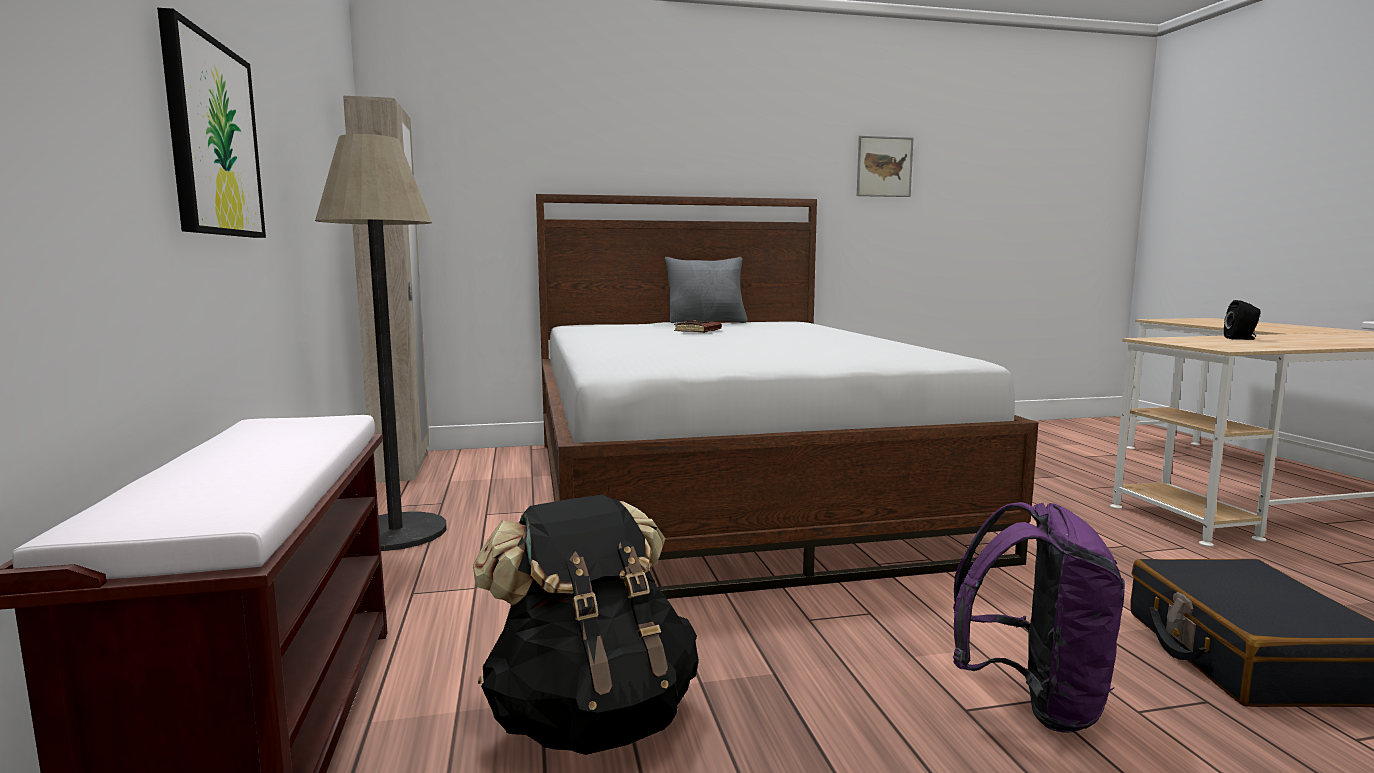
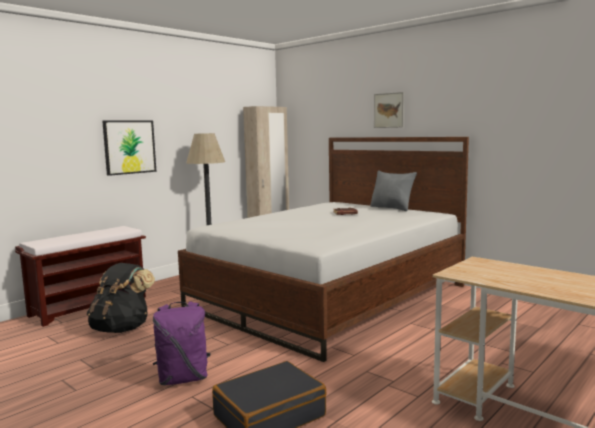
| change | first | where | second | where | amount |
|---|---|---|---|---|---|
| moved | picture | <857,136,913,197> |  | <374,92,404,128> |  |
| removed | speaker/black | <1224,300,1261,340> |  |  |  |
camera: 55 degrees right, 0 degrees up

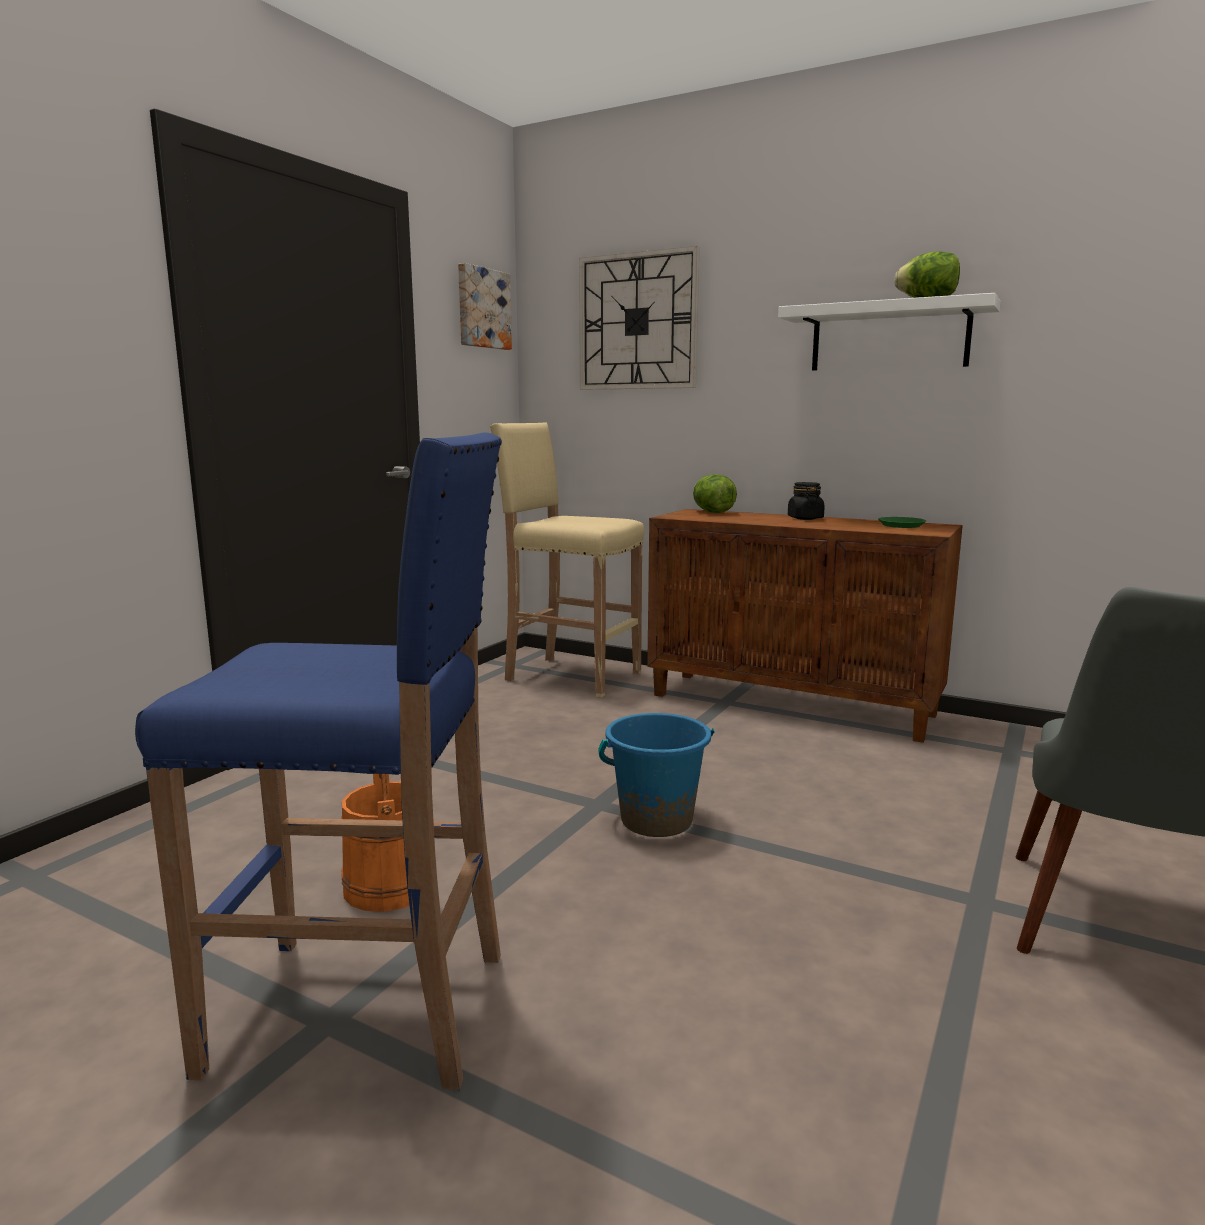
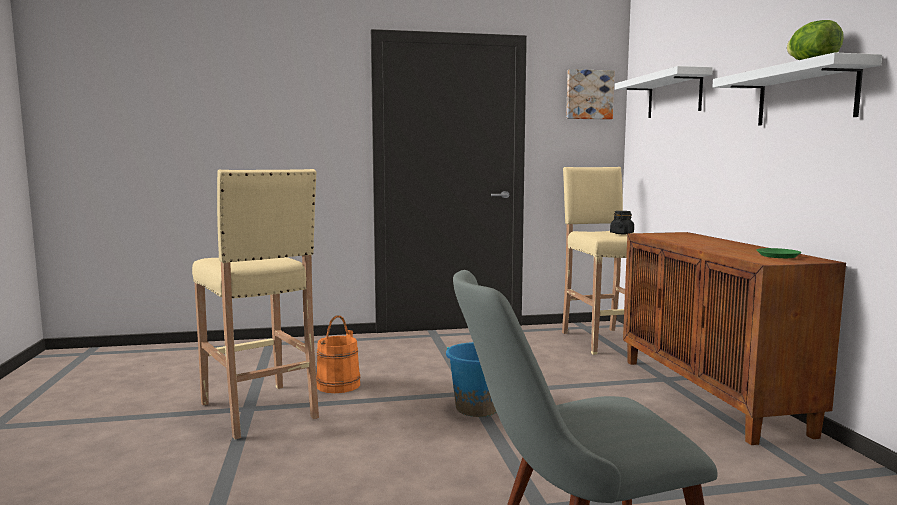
| change | first | where | second | where | amount |
|---|---|---|---|---|---|
| recoloured | stool/blue | <135,433,502,1090> | stool/beige | <192,169,319,439> |  |
| replaced | wall clock | <579,246,699,390> | shelf/white | <615,66,713,118> |  |
| removed | lettuce | <693,474,737,513> |  |  |  |
| moved | jar/black | <788,482,824,520> |  | <610,211,634,234> |  |
camera: 50 degrees right, 5 degrees down

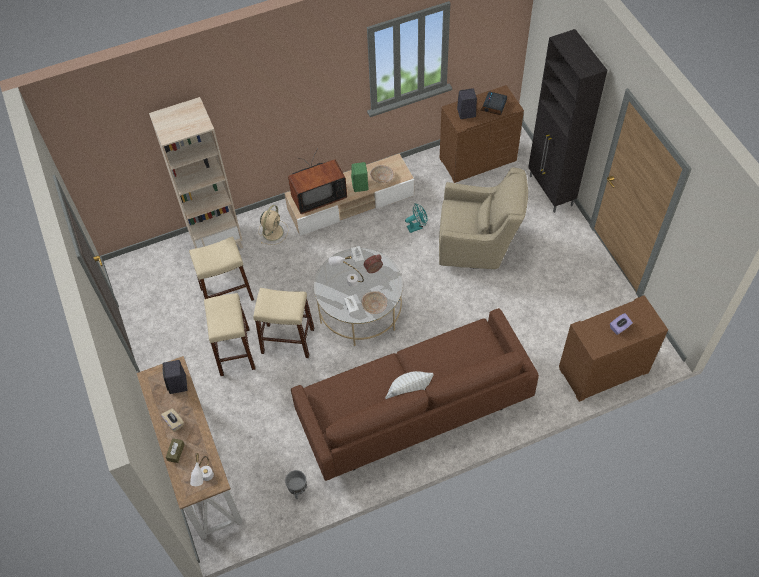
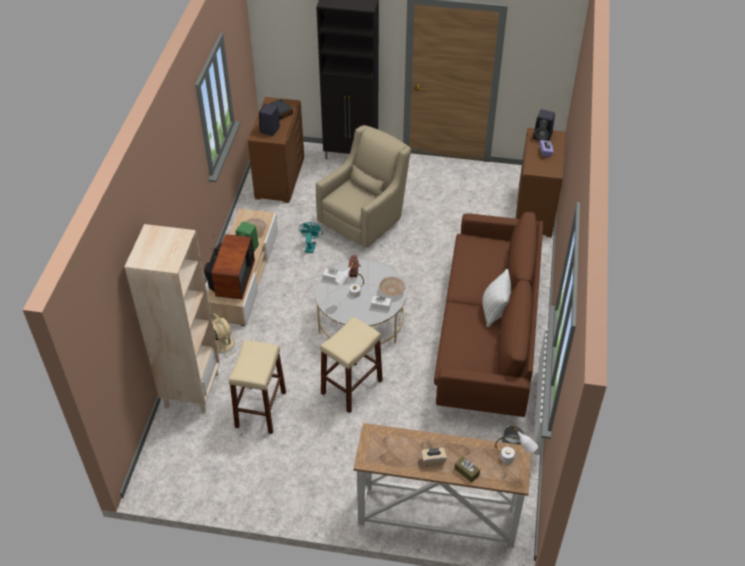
| change | first | where | second | where | amount |
|---|---|---|---|---|---|
| moved | speaker/black | <163,360,187,394> |  | <533,109,555,141> |  |
| removed | stool/beige | <204,293,256,376> |  |  |  |
camera: 60 degrees left, 10 degrees down

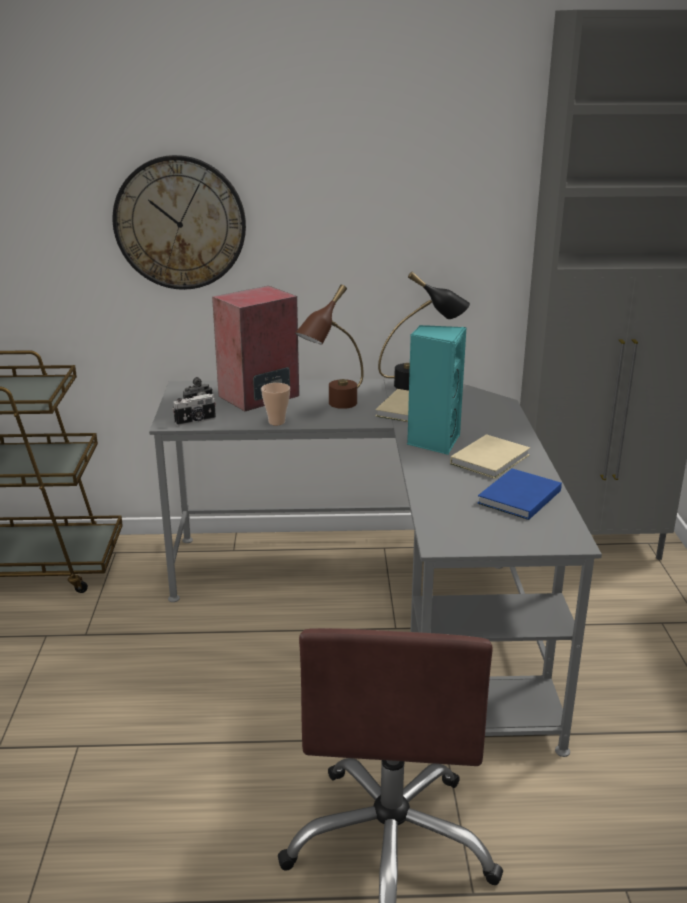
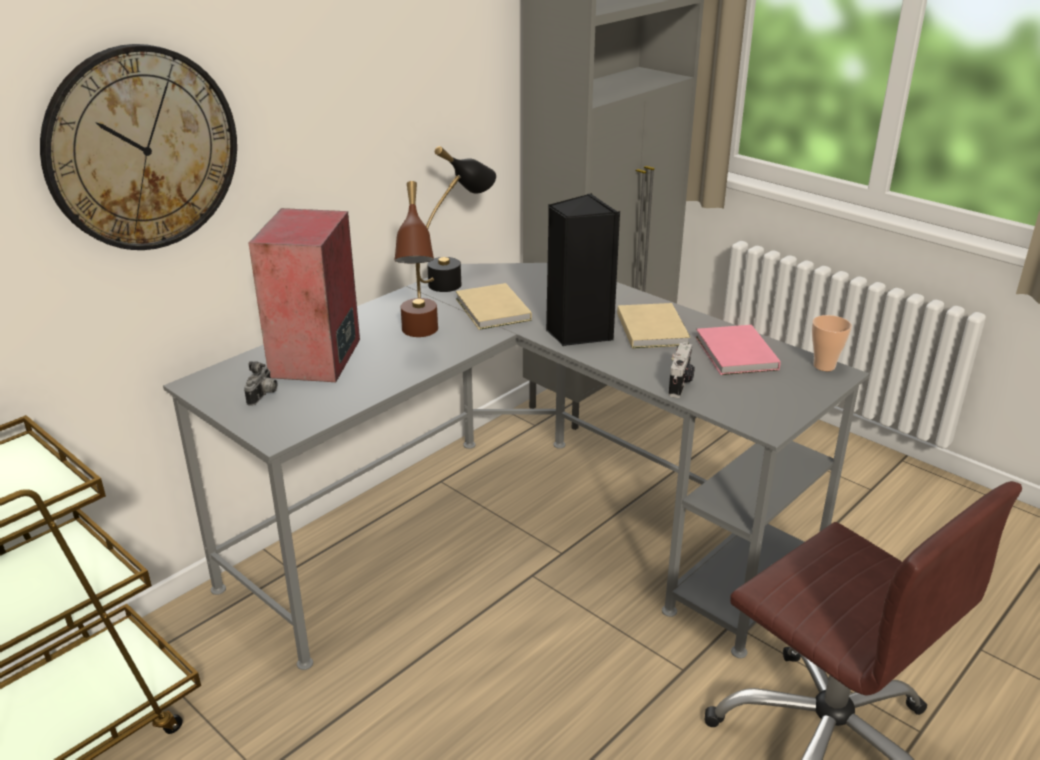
| change | first | where | second | where | amount |
|---|---|---|---|---|---|
| moved | photo camera | <173,394,216,426> |  | <668,342,695,398> |  |
| moved | cup | <261,383,290,425> |  | <812,315,852,371> |  |
| recoloured | speaker/turquoise | <407,325,467,455> | speaker/black | <546,193,620,346> |  |
| recoloured | book/blue | <477,468,562,520> | book/pink | <696,325,781,375> |  |
camera: 45 degrees left, 5 degrees up

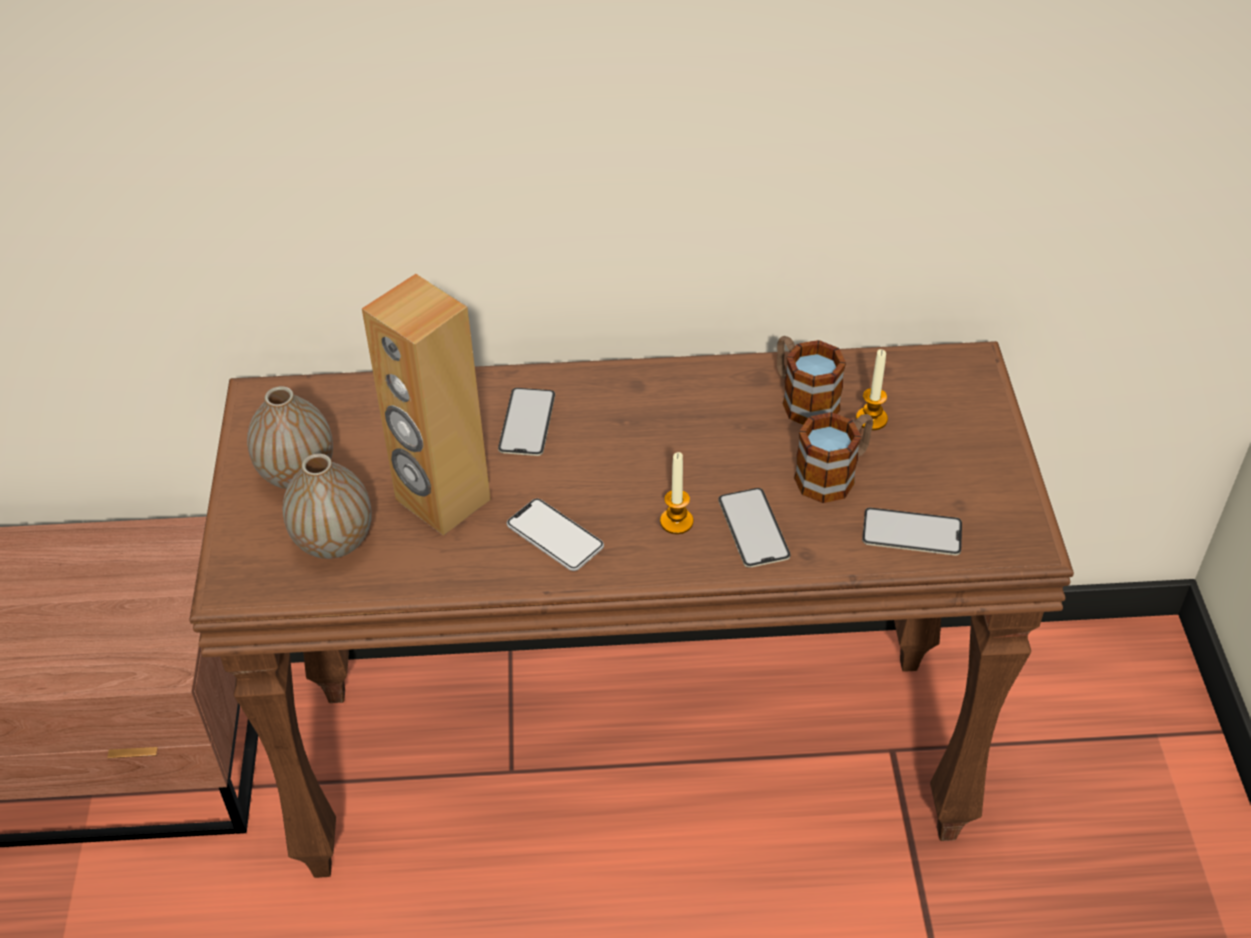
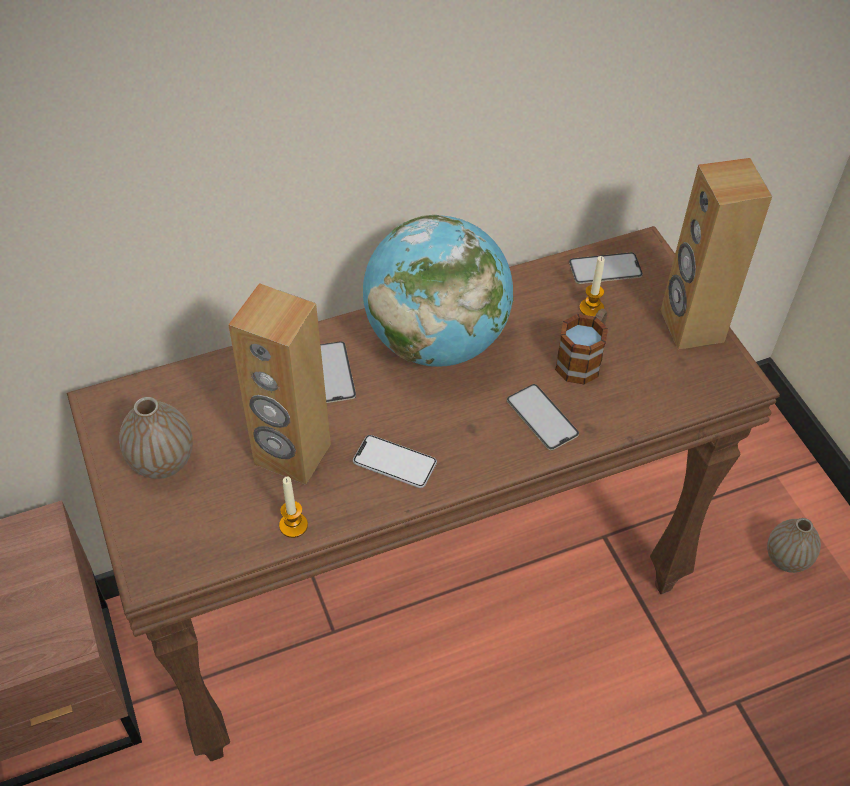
| change | first | where | second | where | amount |
|---|---|---|---|---|---|
| moved | vase | <283,454,372,559> |  | <767,518,821,573> |  |
| moved | candle | <660,452,693,534> |  | <279,477,308,538> |  |
| removed | mug | <777,336,846,425> |  |  |  |
| moved | phone | <862,508,962,556> |  | <569,252,643,284> |  |
| added |  |  | globe | <363,215,513,367> |  |
| added |  |  | speaker/brown | <660,158,772,350> |  |
camera: 20 degrees left, 5 degrees up

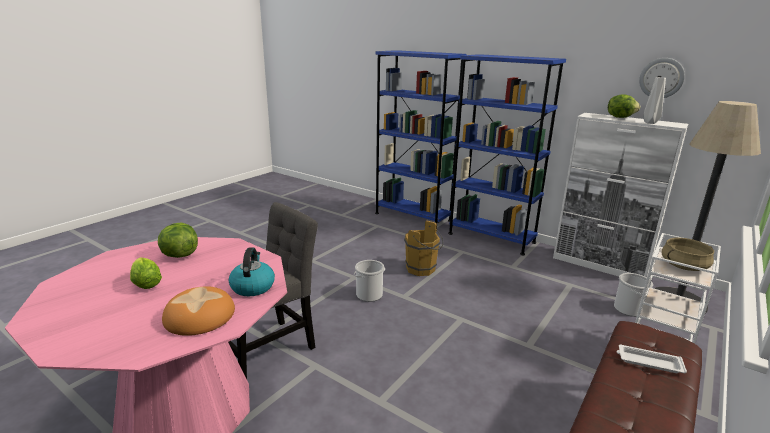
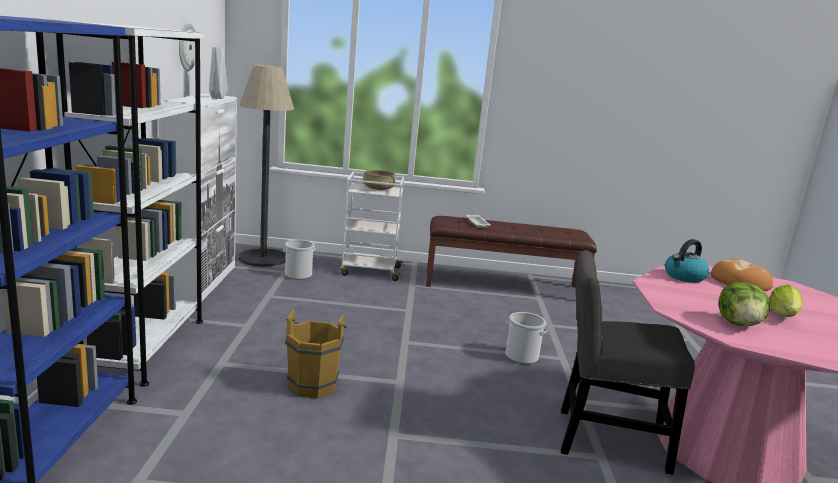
| change | first | where | second | where | amount |
|---|---|---|---|---|---|
| moved | bucket | <354,260,385,302> |  | <505,312,548,364> |  |
| recoloured | bookcase/blue | <448,54,566,255> | bookcase/white | <49,19,204,387> |  |
| removed | lettuce | <608,94,640,118> |  |  |  |
camera: 125 degrees left, 5 degrees down

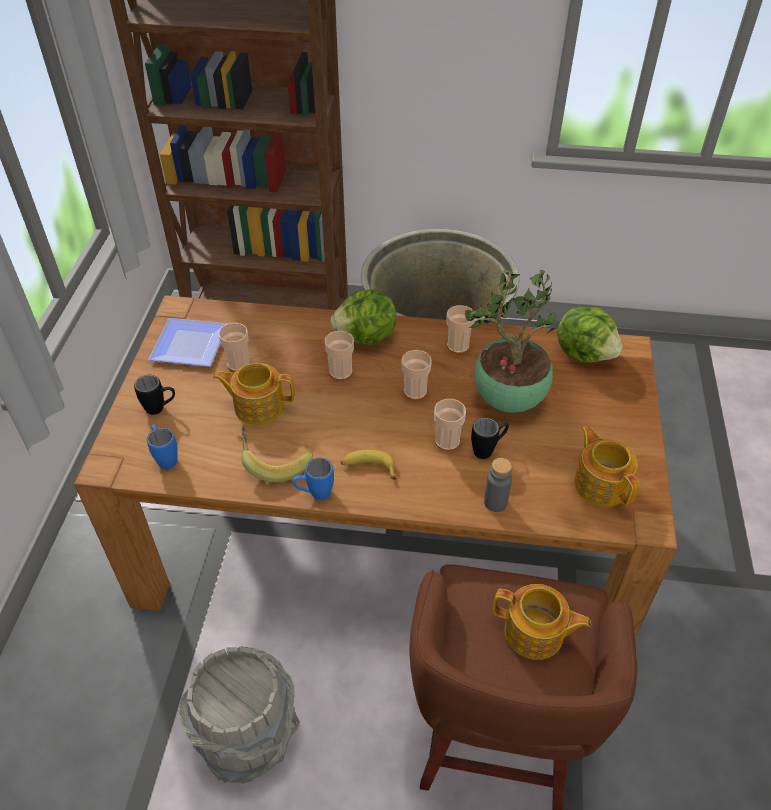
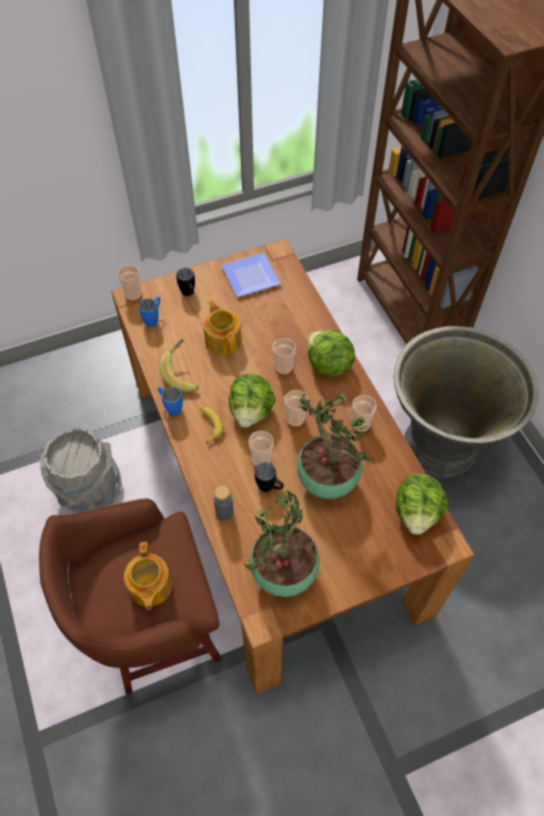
| change | first | where | second | where | amount |
|---|---|---|---|---|---|
| moved | cup | <219,323,250,372> |  | <117,265,142,301> |  |
| replaced | teapot | <575,426,639,507> | potted plant | <244,490,320,597> |  |
| added |  |  | lettuce | <229,374,276,427> |  |
camera: 60 degrees right, 10 degrees up

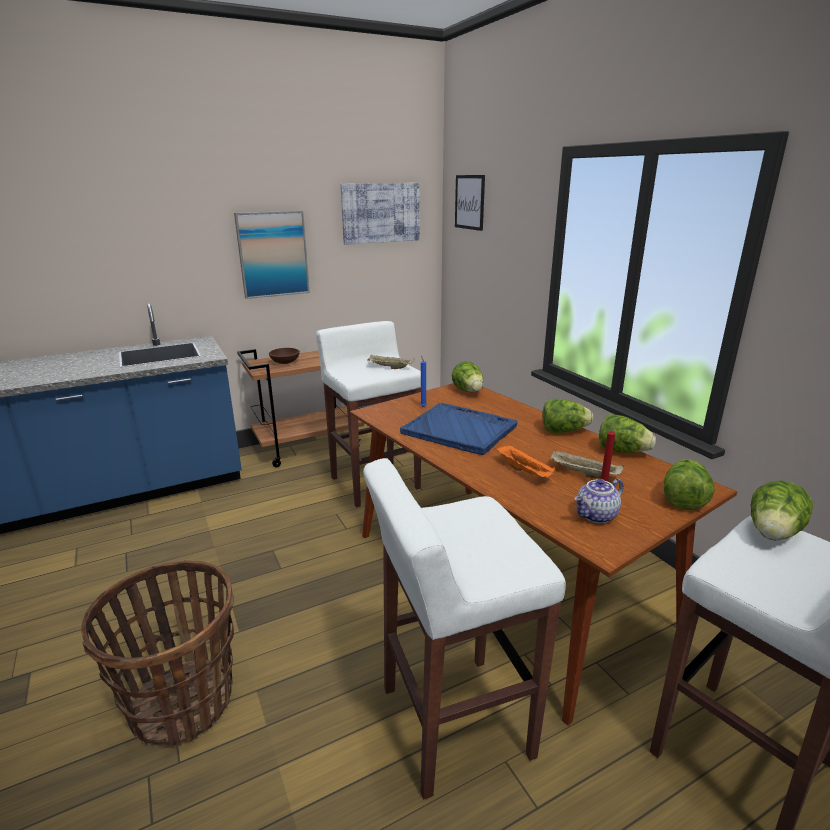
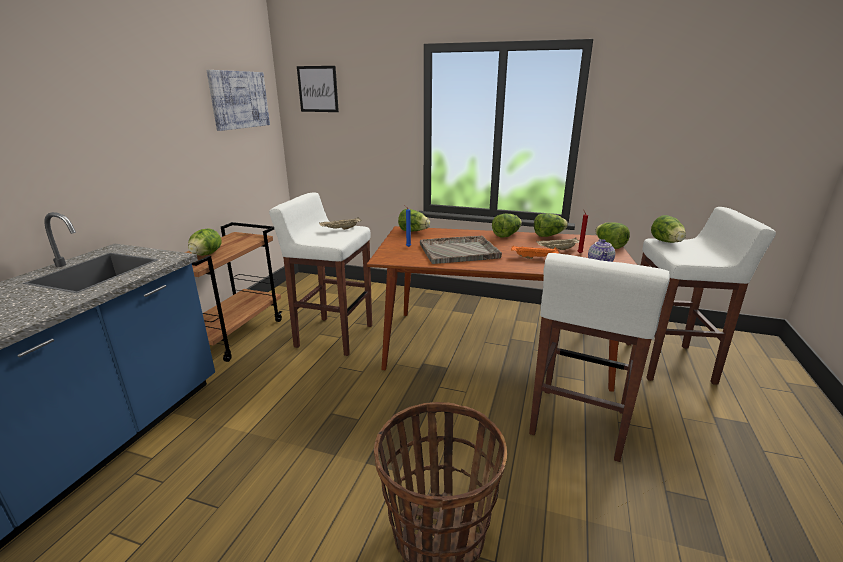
| change | first | where | second | where | amount |
|---|---|---|---|---|---|
| removed | picture | <234,211,310,299> |  |  |  |
| replaced | bowl/brown | <269,348,300,364> | lettuce | <188,229,221,256> |  |
| recoloured | tray/blue | <400,403,518,455> | tray/grey | <420,236,502,264> |  |
camera: 45 degrees left, 0 degrees up

